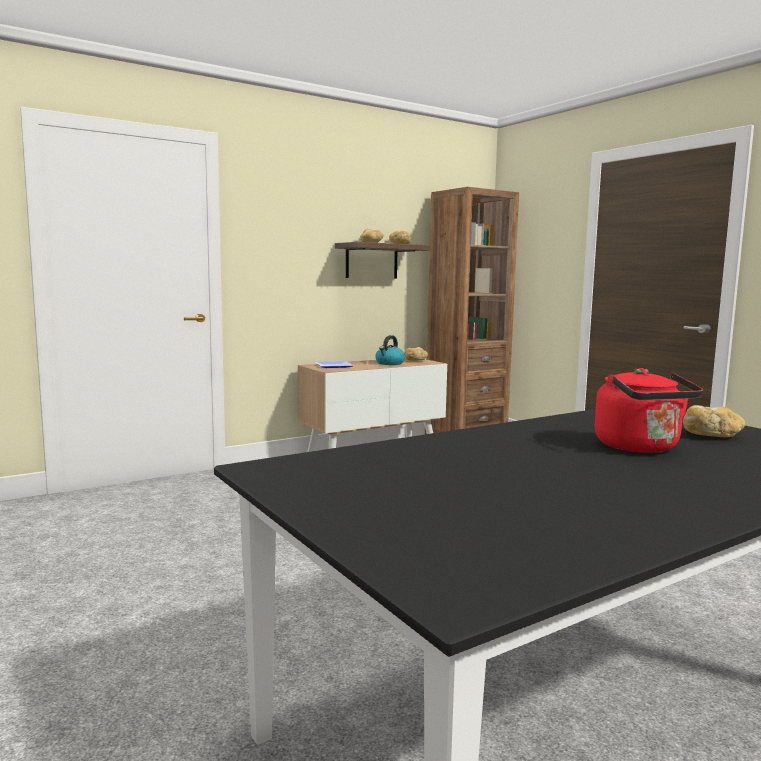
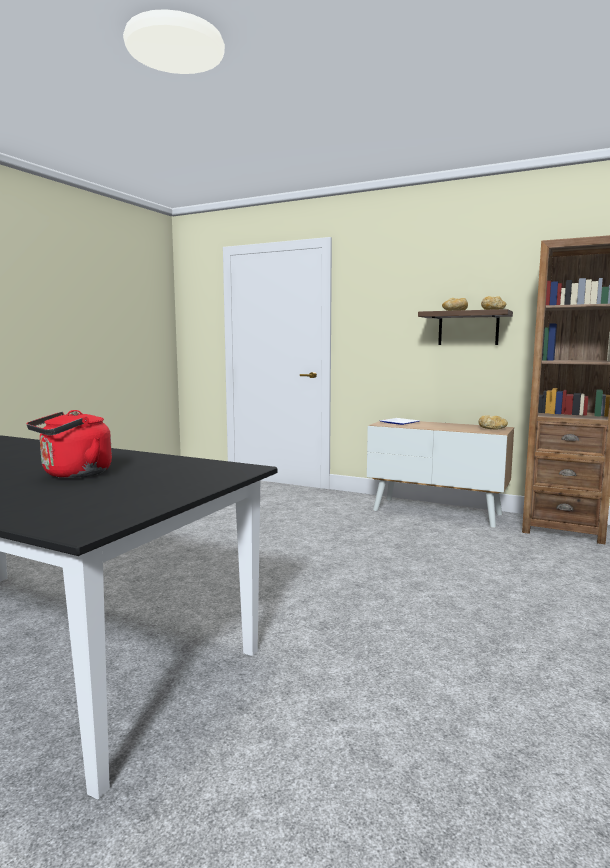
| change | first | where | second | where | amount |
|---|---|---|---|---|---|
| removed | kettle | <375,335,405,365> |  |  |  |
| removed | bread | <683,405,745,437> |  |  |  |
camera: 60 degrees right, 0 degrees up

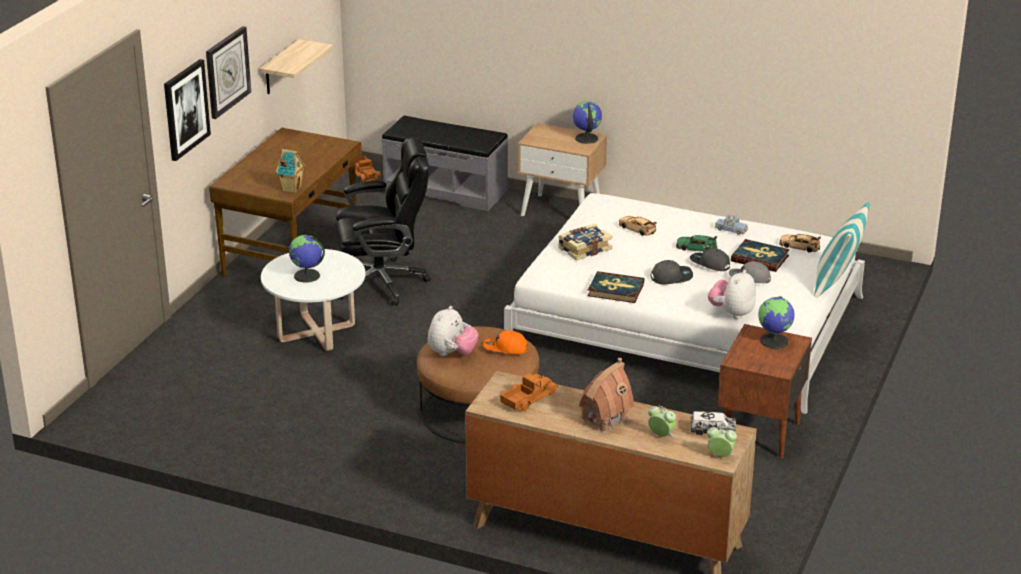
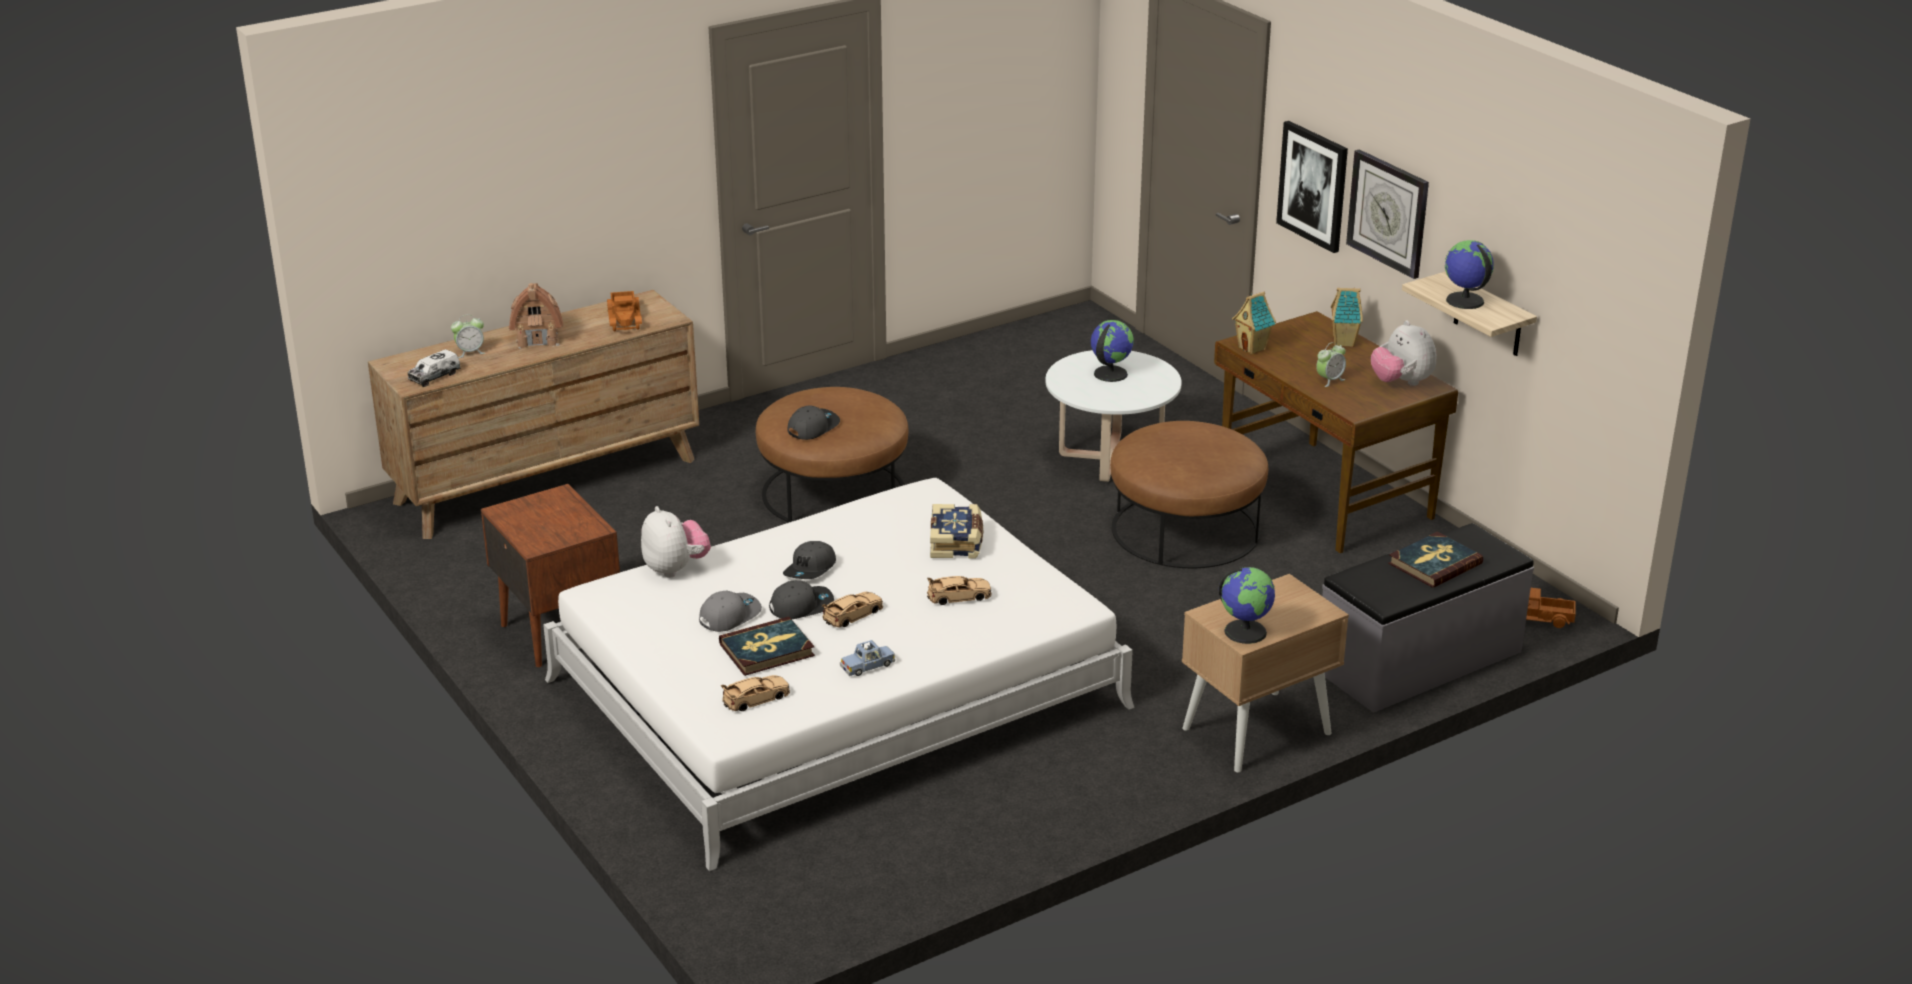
| change | first | where | second | where | amount |
|---|---|---|---|---|---|
| replaced | office chair/black | <335,137,431,306> | ottoman/brown | <1110,421,1268,568> |  |
| moved | plush toy | <428,306,478,357> |  | <1371,320,1436,386> |  |
| recoloured | cap/orange | <483,330,528,354> | cap/grey | <788,405,840,440> |  |
| moved | book | <587,271,644,303> |  | <1388,531,1483,588> |  |
| recoloured | toy car/green | <676,235,718,252> | toy car/beige | <822,592,883,628> |  |
| moved | alarm clock | <707,426,737,457> |  | <1316,342,1346,387> |  |
| moved | globe | <758,296,795,349> |  | <1445,240,1494,309> |  |
| removed | pillow | <814,202,870,298> |  |  |  |
| added |  |  | toy house | <1331,288,1363,347> |  |
camera: 125 degrees right, 0 degrees up

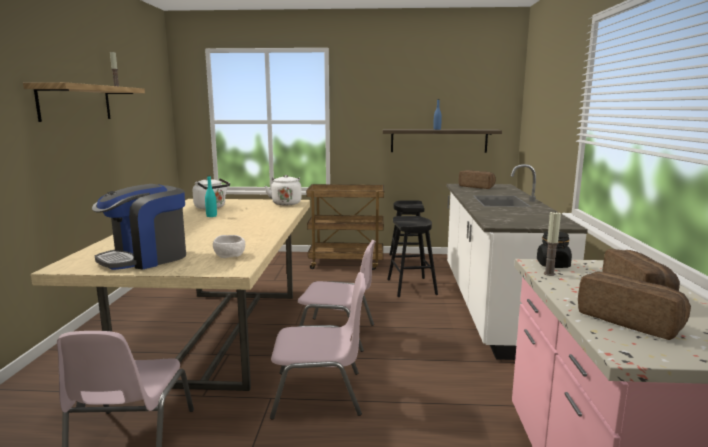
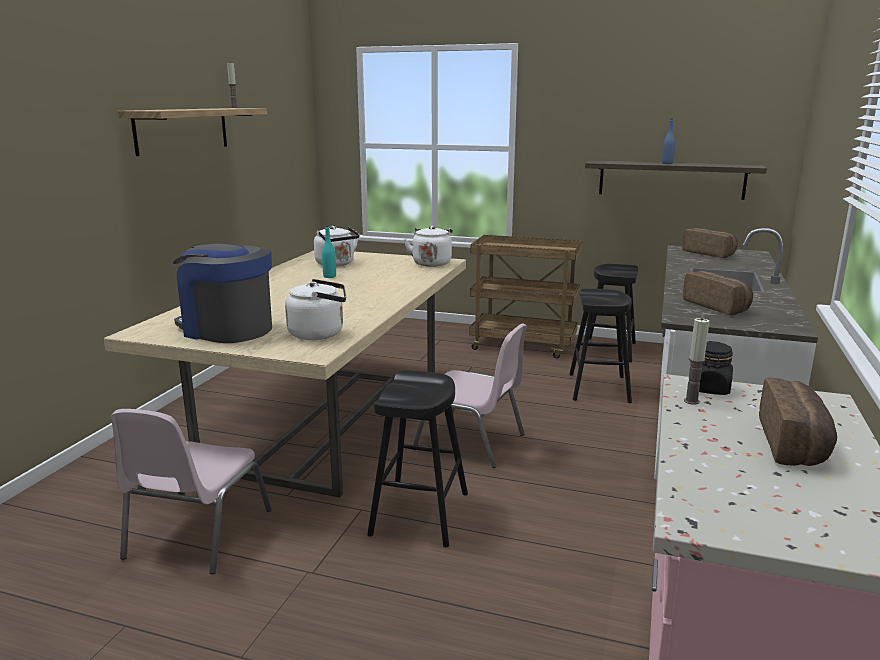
| change | first | where | second | where | amount |
|---|---|---|---|---|---|
| turned | coffee machine | <92,184,186,270> |  | <173,244,272,343> | 60 degrees clockwise |
| replaced | bowl/white | <213,235,245,258> | kettle/white | <285,279,346,340> |  |
| replaced | chair/pink | <270,272,366,420> | stool/black | <367,370,468,547> |  |
| moved | bread | <578,271,691,340> |  | <683,271,753,315> |  |
camera: 15 degrees right, 5 degrees up

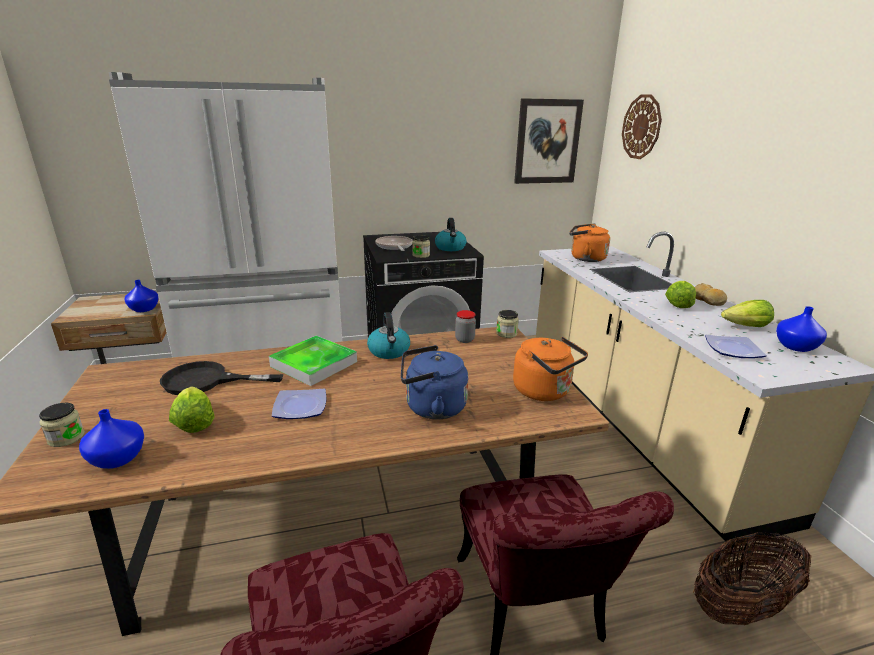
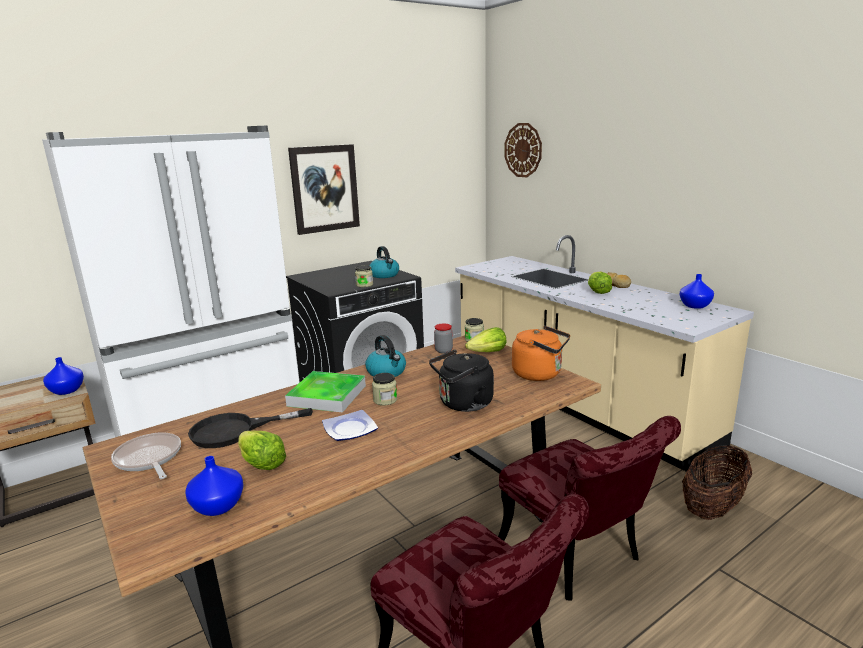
| change | first | where | second | where | amount |
|---|---|---|---|---|---|
| moved | jar | <39,403,85,447> |  | <372,373,397,406> |  |
| moved | frying pan | <375,236,413,251> |  | <111,433,181,479> |  |
| recoloured | kettle/blue | <401,345,468,420> | kettle/black | <429,350,494,412> |  |
| moved | picture | <514,98,584,184> |  | <288,144,360,235> |  |
| removed | kettle/orange | <569,223,610,262> |  |  |  |
| removed | plate | <705,335,767,358> |  |  |  |
| moved | lettuce | <721,300,774,327> |  | <465,327,507,352> |  |
camera: 20 degrees left, 5 degrees down

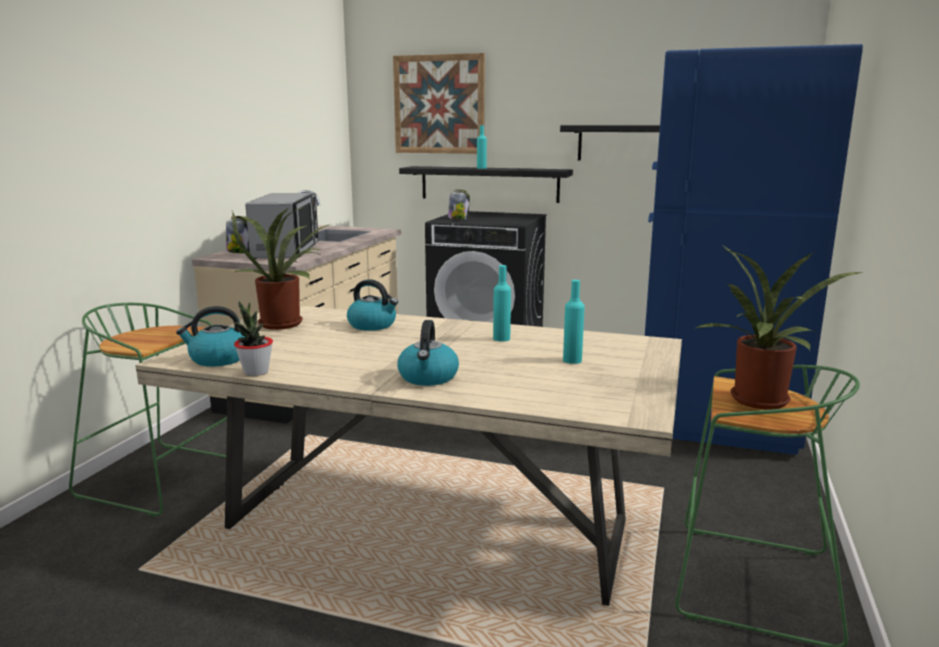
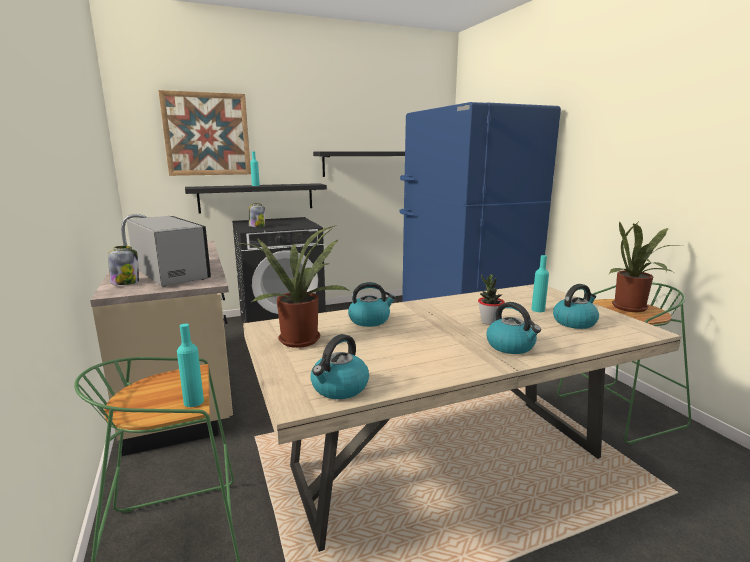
| change | first | where | second | where | amount |
|---|---|---|---|---|---|
| moved | potted plant | <233,301,273,376> |  | <478,274,505,325> |  |
| moved | bottle/turquoise | <493,265,511,342> |  | <177,324,204,407> |  |
| added |  |  | kettle | <553,284,599,329> |  |
camera: 40 degrees left, 0 degrees up

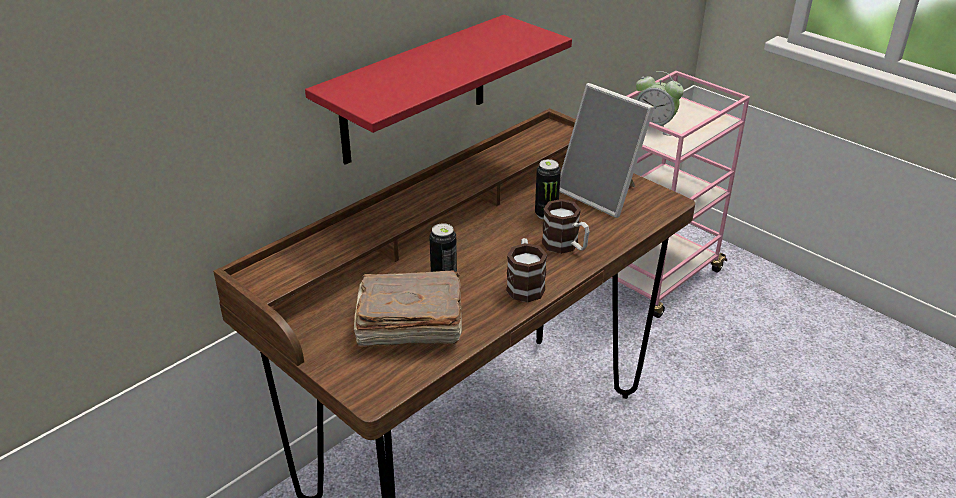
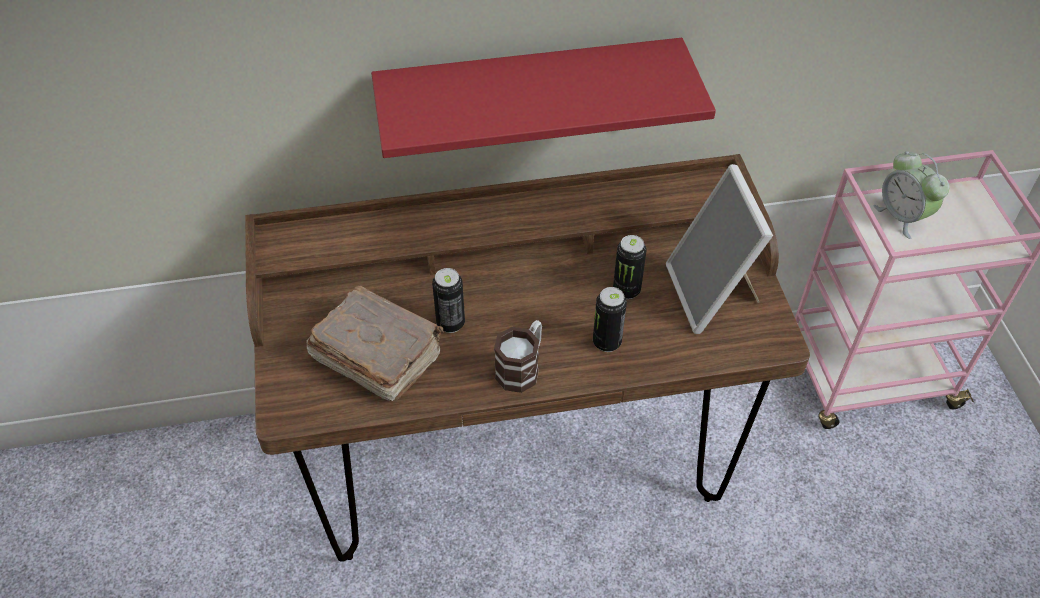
| change | first | where | second | where | amount |
|---|---|---|---|---|---|
| replaced | mug | <542,199,590,254> | can | <593,287,627,352> |  |
camera: 35 degrees right, 15 degrees up

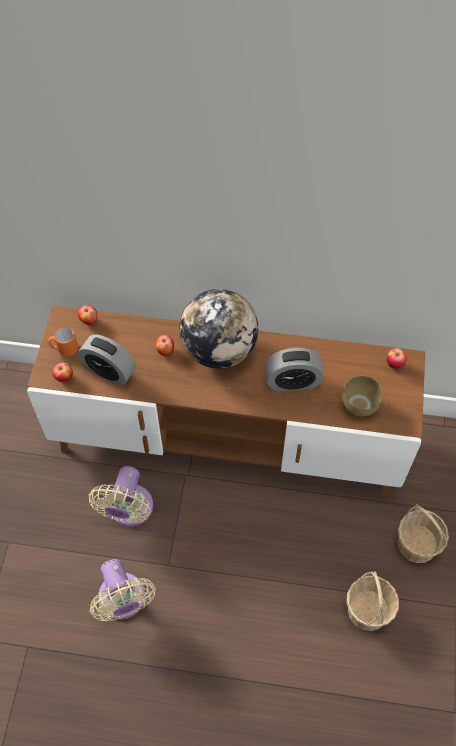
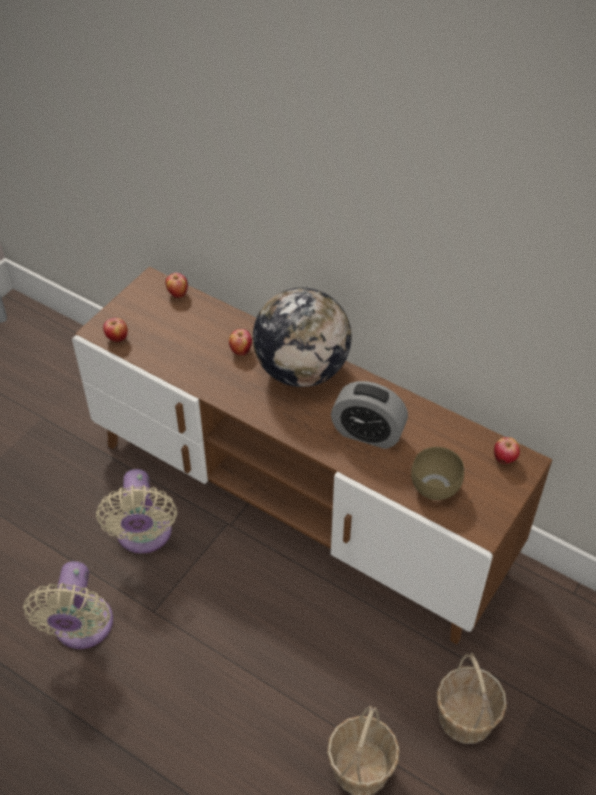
| change | first | where | second | where | amount |
|---|---|---|---|---|---|
| removed | mug/orange | <48,327,78,356> |  |  |  |
| removed | alarm clock | <78,335,136,386> |  |  |  |
| turned | fan/beige | <88,466,153,527> |  | <96,469,177,554> | 45 degrees counterclockwise |
camera: 25 degrees right, 10 degrees down

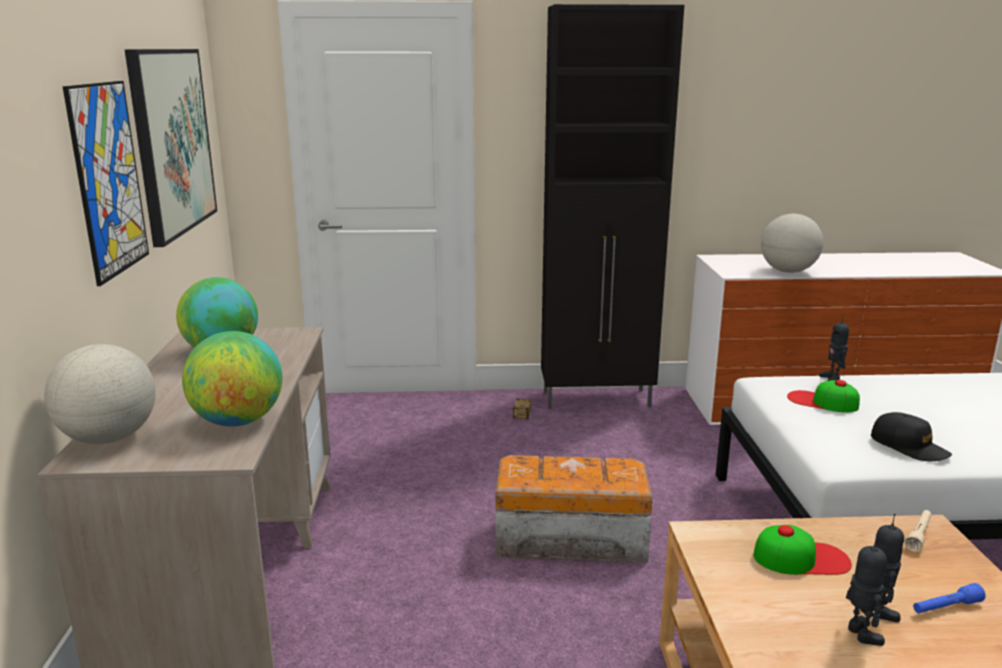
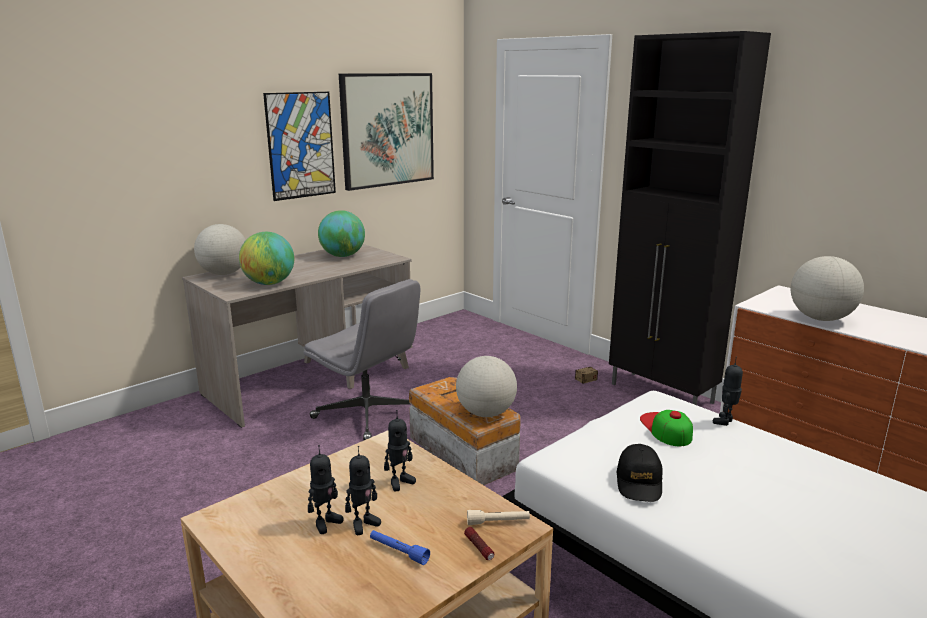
| change | first | where | second | where | amount |
|---|---|---|---|---|---|
| replaced | cap | <753,525,852,575> | toy robot | <384,410,416,492> |  |
| added |  |  | office chair/grey | <304,279,420,440> |  |
| added |  |  | globe | <456,356,517,417> |  |
| added |  |  | flashlight | <464,527,494,560> |  |
camera: 50 degrees right, 0 degrees up

